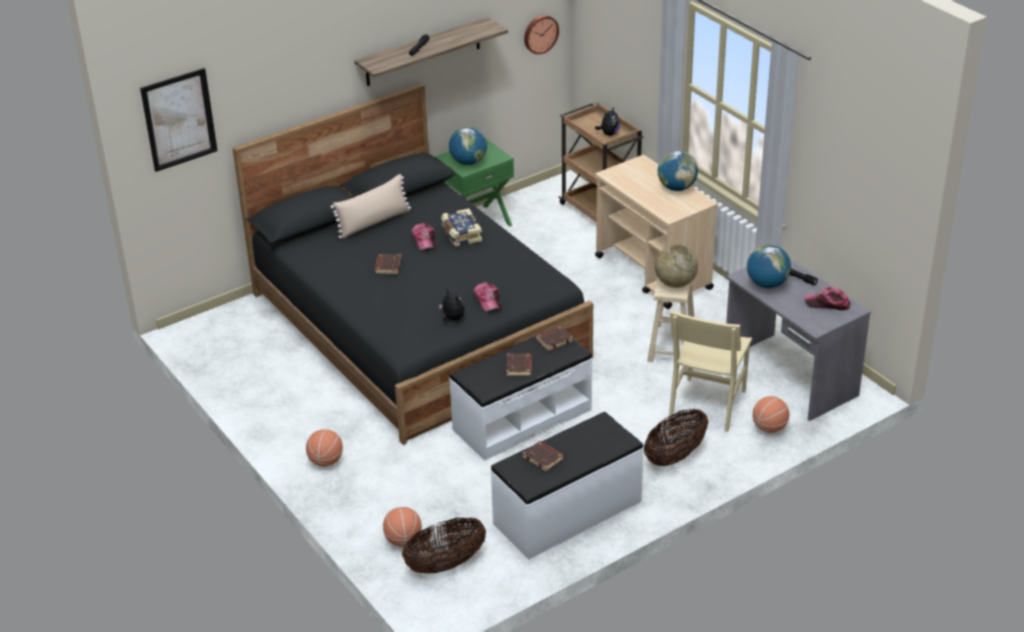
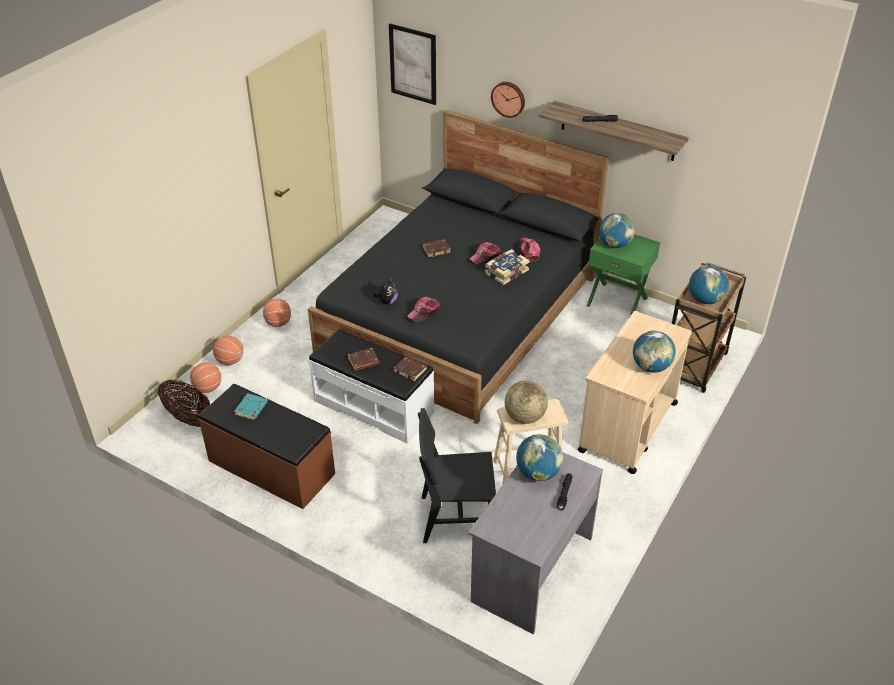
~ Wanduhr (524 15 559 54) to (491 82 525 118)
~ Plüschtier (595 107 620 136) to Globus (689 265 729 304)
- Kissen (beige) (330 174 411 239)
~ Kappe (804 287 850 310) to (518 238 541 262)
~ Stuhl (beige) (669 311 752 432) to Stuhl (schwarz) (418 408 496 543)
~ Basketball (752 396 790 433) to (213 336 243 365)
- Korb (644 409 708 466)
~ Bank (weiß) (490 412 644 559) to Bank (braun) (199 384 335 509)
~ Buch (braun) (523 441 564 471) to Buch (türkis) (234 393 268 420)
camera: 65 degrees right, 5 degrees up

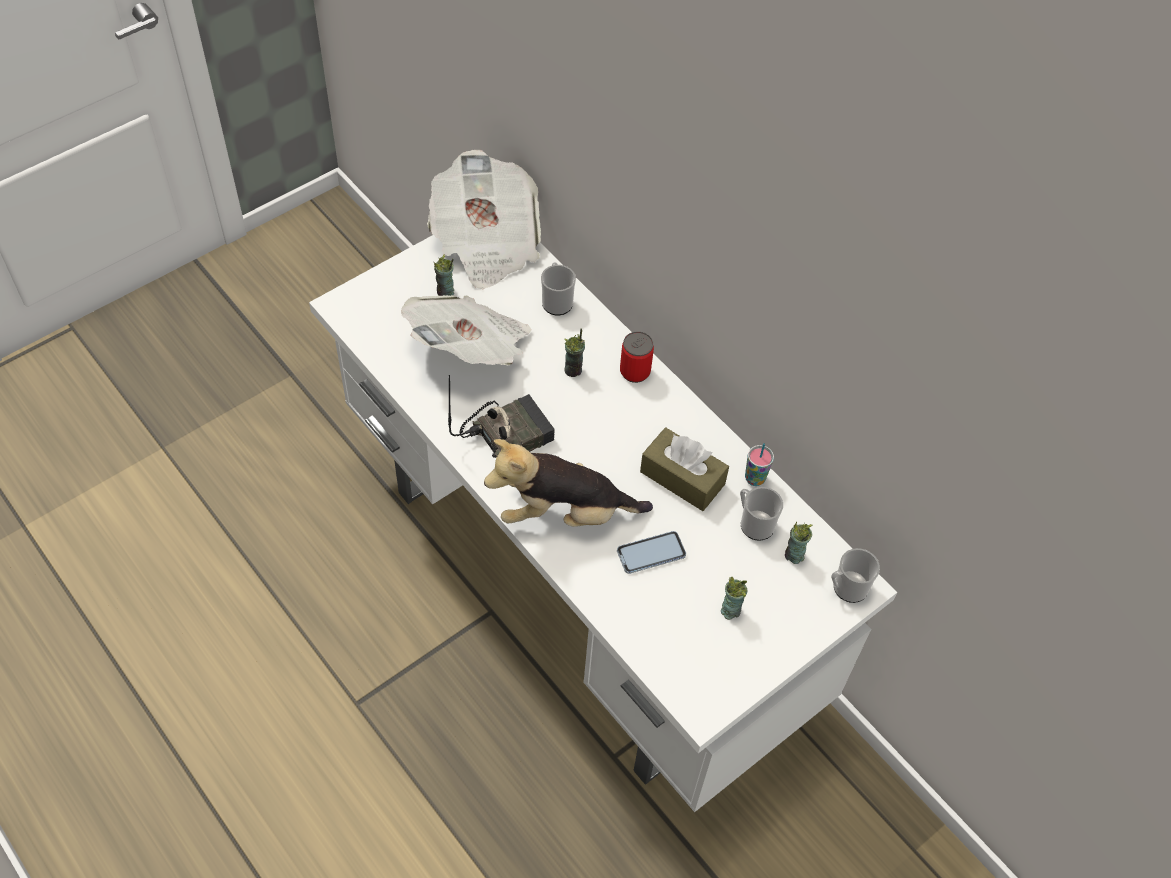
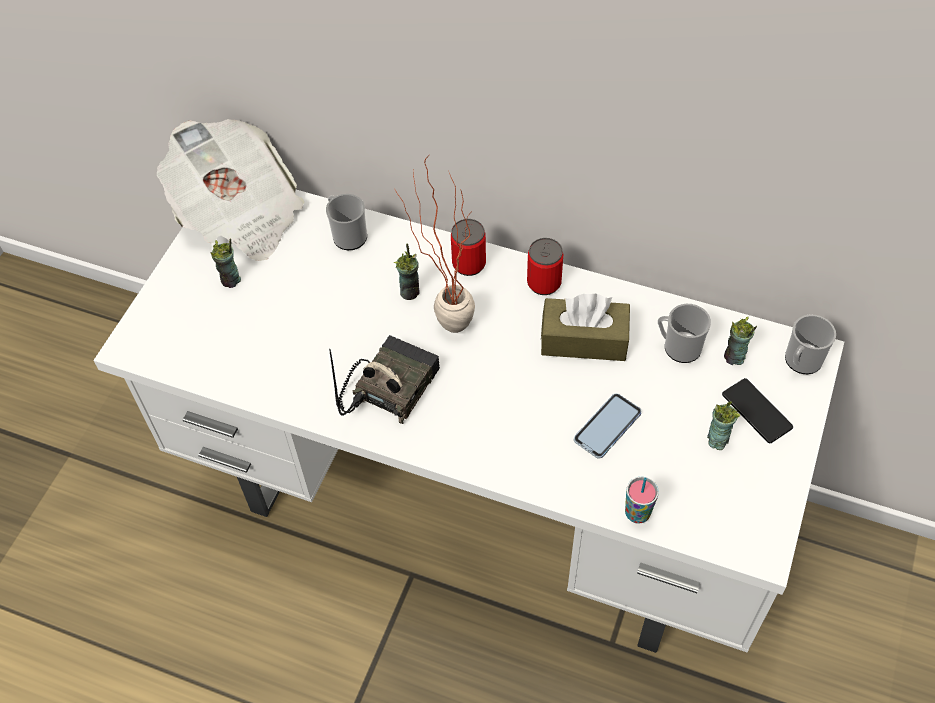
- Zeitung (401 295 531 366)
- Plüschtier (484 439 653 527)
~ Tasse (745 443 774 486) to (625 476 659 524)
+ Topfpflanze (395 155 475 333)
+ Dose (527 238 563 295)
+ Handy (722 378 793 443)
camera: 25 degrees left, 0 degrees up

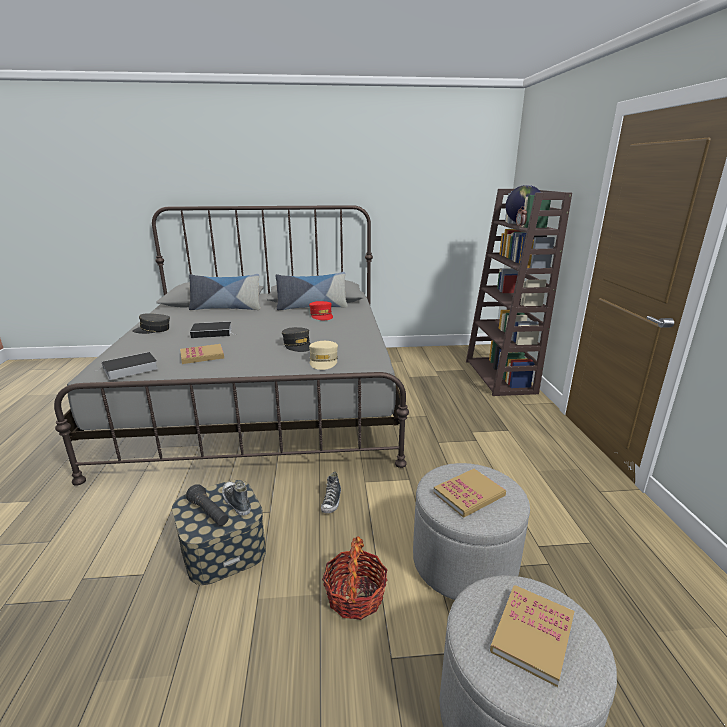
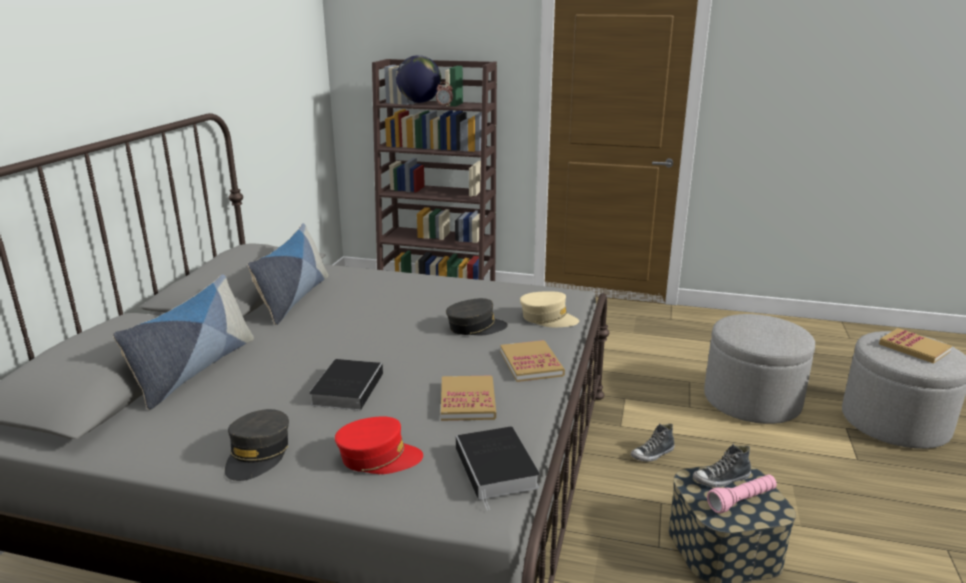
~ Kappe (rot) (309 301 333 320) to (335 417 423 474)
~ Buch (433 469 506 518) to (500 340 565 382)
~ Schuh (321 472 341 513) = (631 424 675 462) 120 degrees clockwise
~ Taschenlampe (schwarz) (186 484 229 526) to Taschenlampe (rosa) (707 474 777 513)
- Korb (322 537 387 620)
camera: 70 degrees left, 0 degrees up

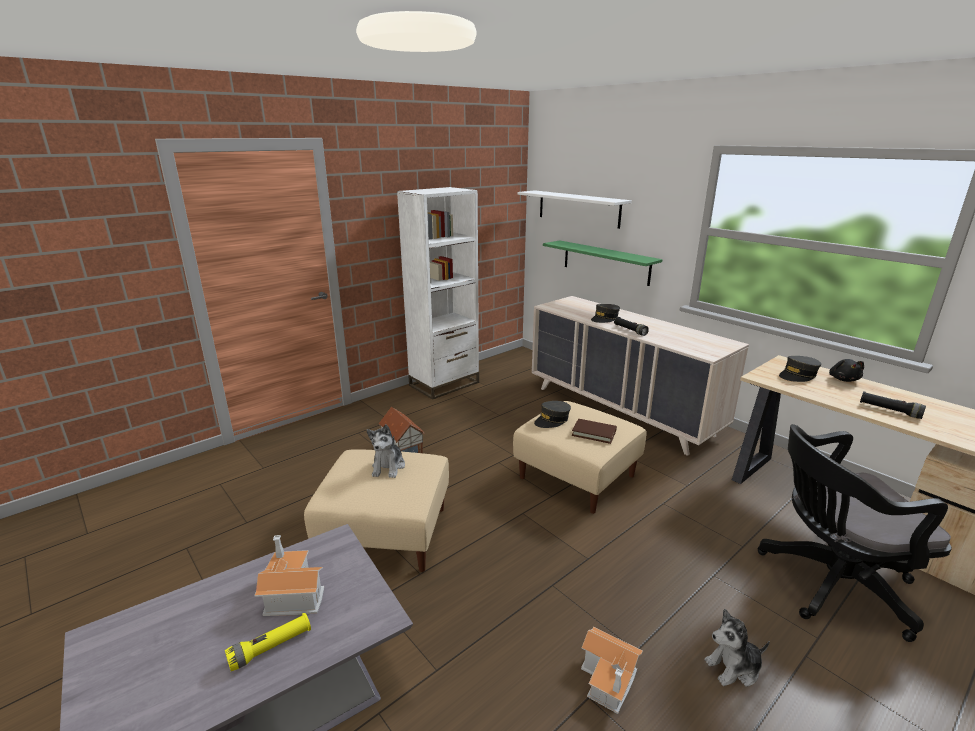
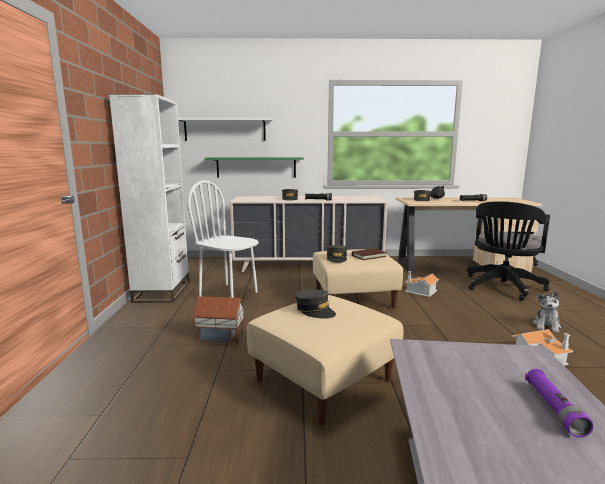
~ Plüschtier (367 424 405 478) to Kappe (grau) (295 289 336 319)
~ Spielzeughaus (254 535 324 616) to (404 271 439 297)
~ Taschenlampe (gelb) (225 613 311 671) to Taschenlampe (lila) (525 369 593 438)
+ Stuhl (weiß) (187 180 259 298)
camera: 50 degrees left, 10 degrees down

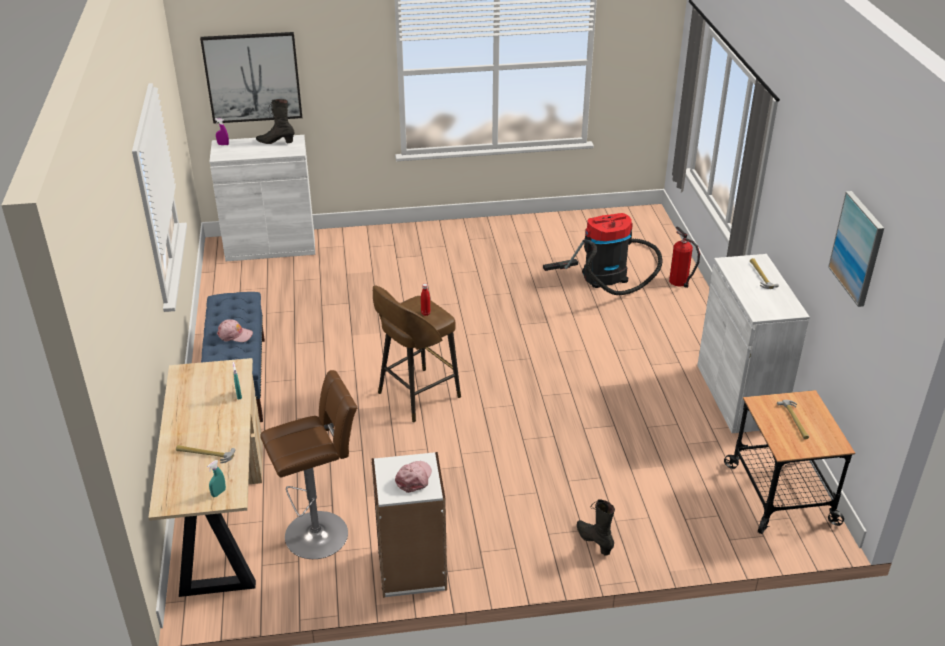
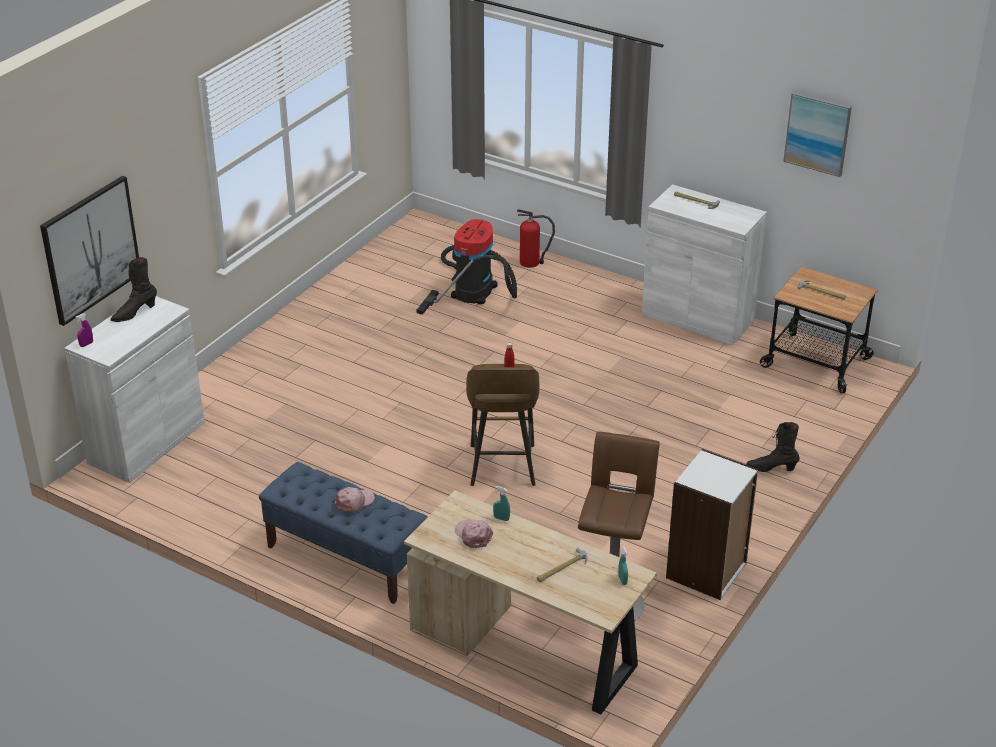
~ Kappe (rosa) (395 461 432 493) to (455 520 493 548)
camera: 50 degrees left, 0 degrees up

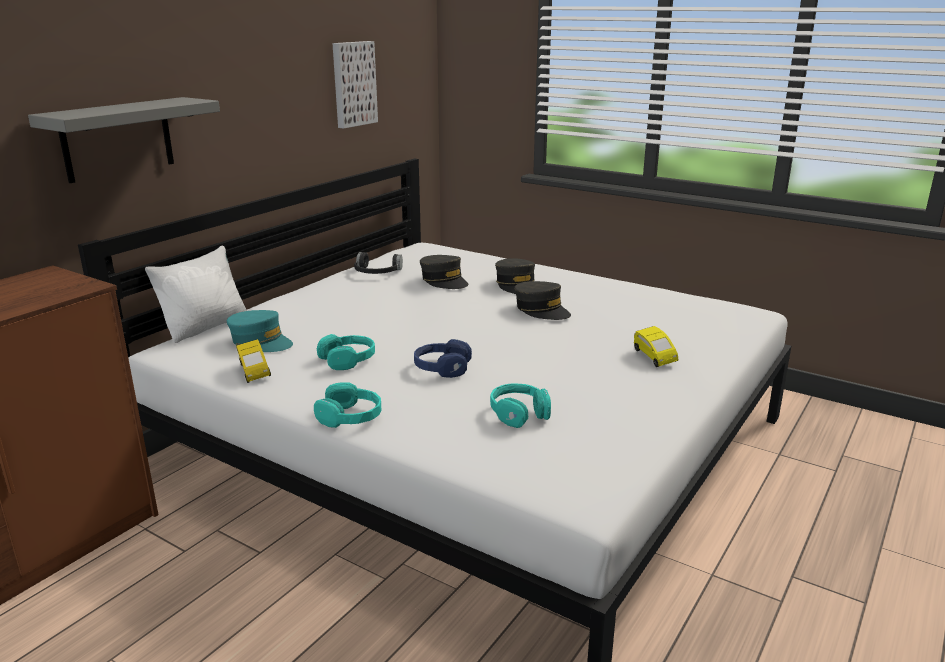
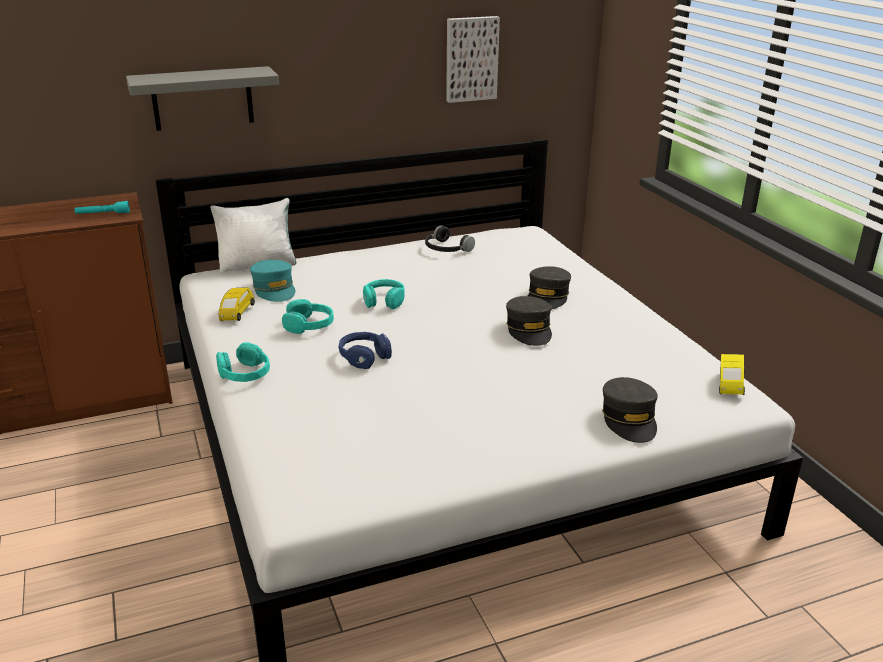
~ Kappe (grau) (420 255 468 289) to (602 377 658 443)
~ Spielzeugauto (gelb) (634 326 678 367) to (719 354 745 395)
~ Kopfhörer (türkis) (490 383 551 428) to (363 279 405 309)
+ Taschenlampe (türkis) (75 201 130 214)
camera: 35 degrees right, 5 degrees up

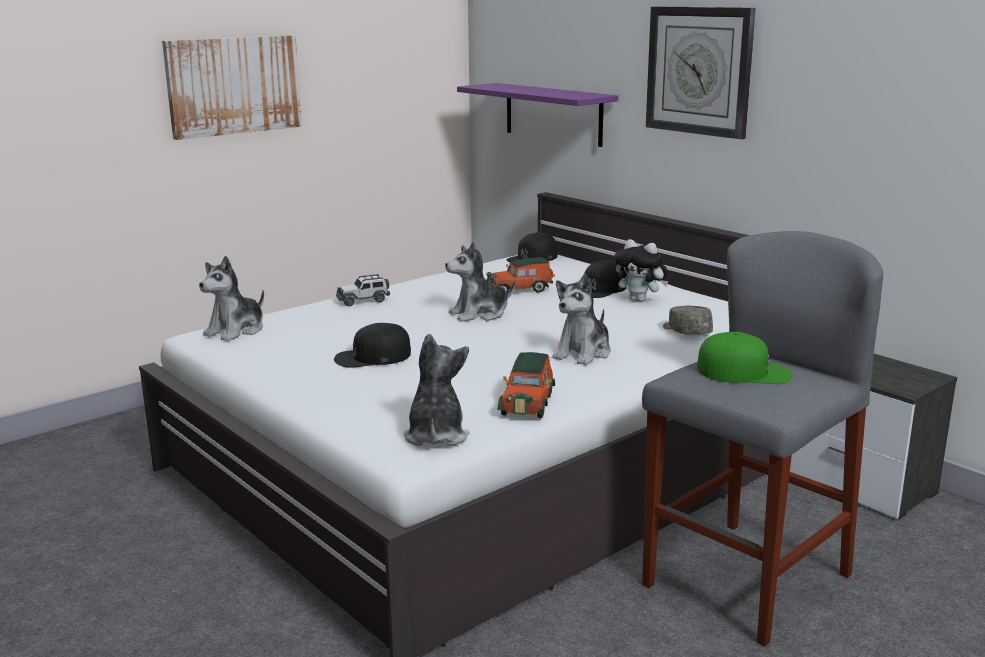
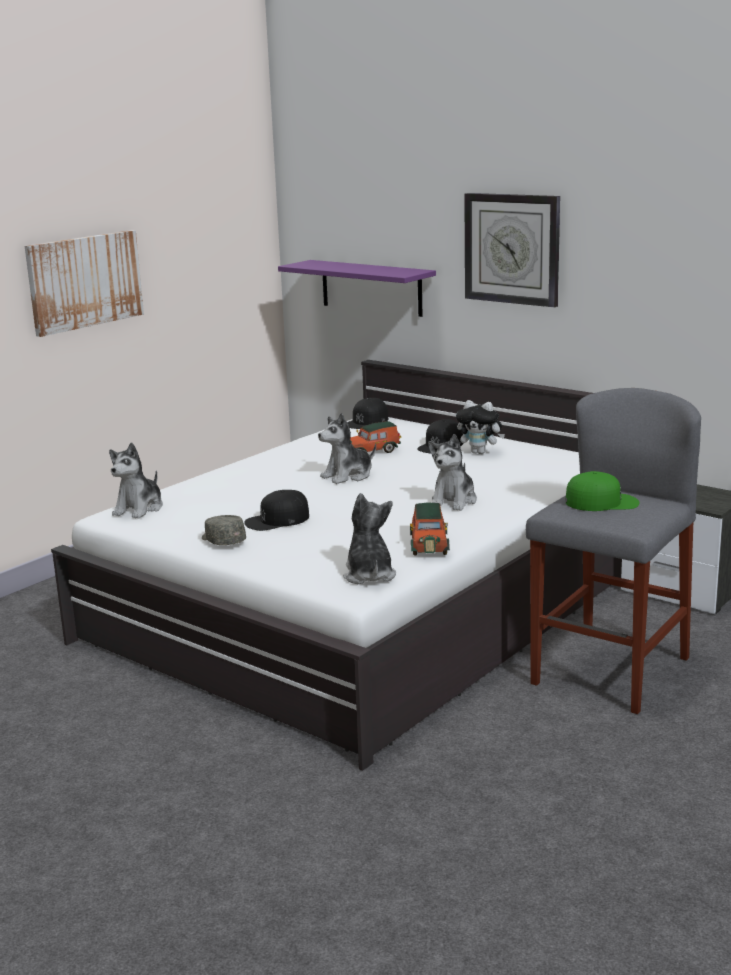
- Spielzeugauto (336 274 390 307)
~ Kappe (grau) (663 306 713 335) to (202 515 246 545)
camera: 10 degrees left, 0 degrees up

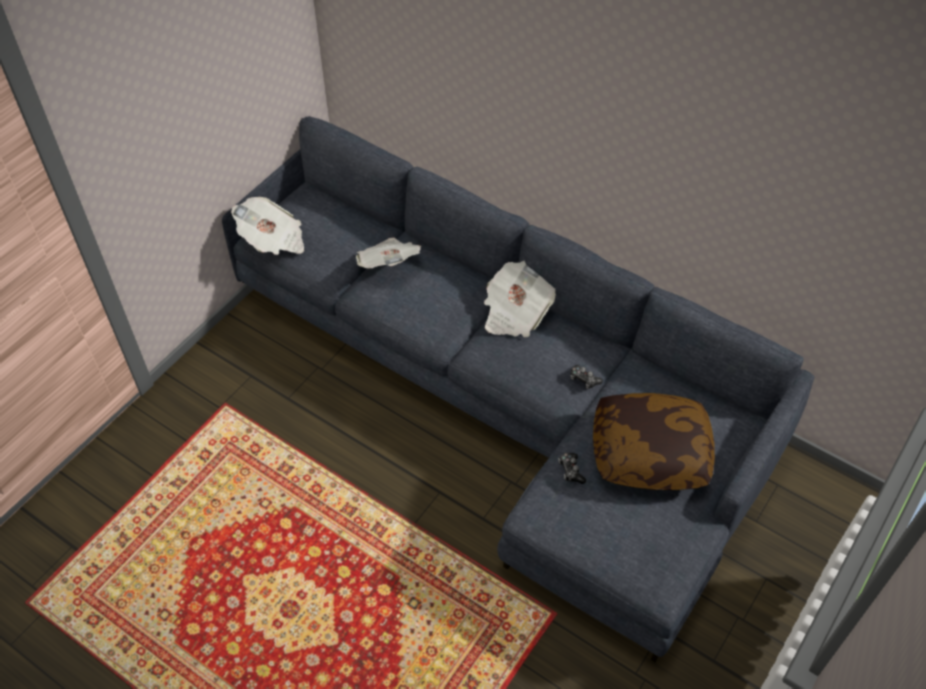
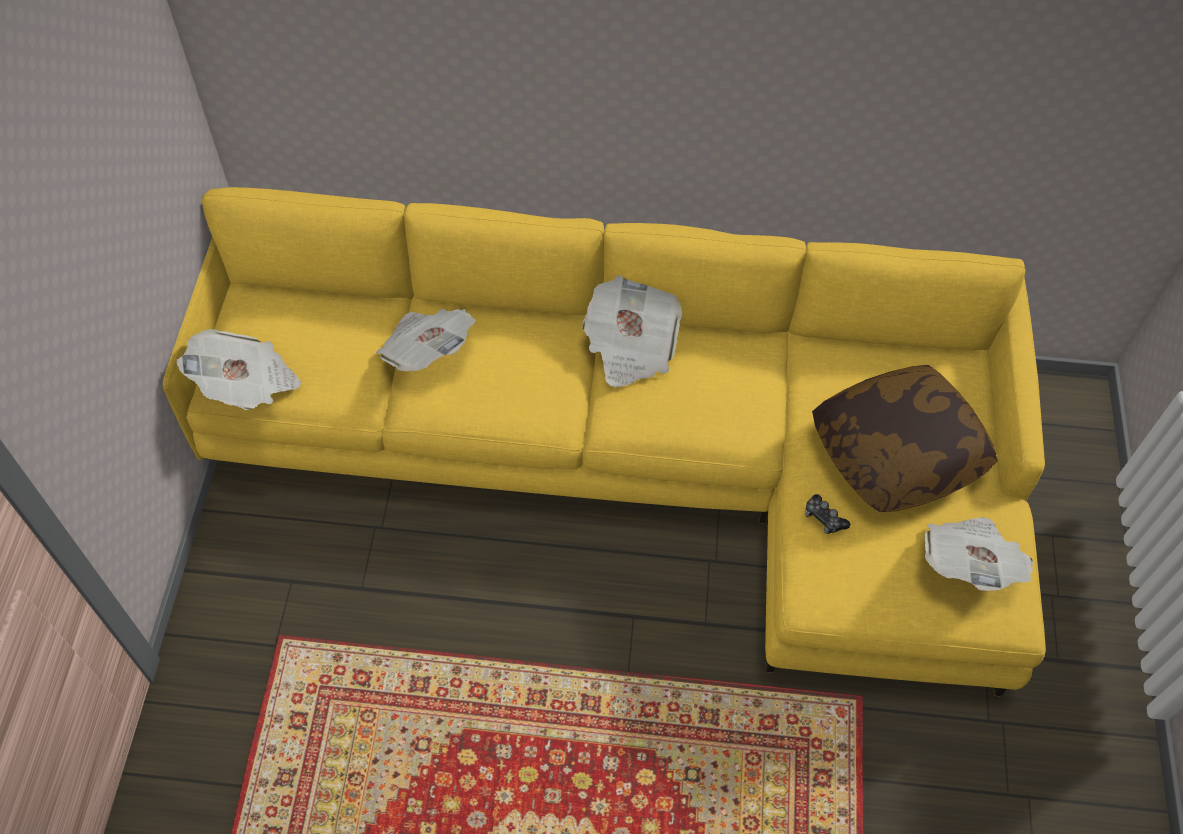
~ Sofa (grau) (222 116 814 662) to Sofa (gelb) (163 187 1046 696)
- Gamepad (571 365 603 389)
+ Zeitung (924 517 1034 591)
camera: 30 degrees left, 5 degrees up

